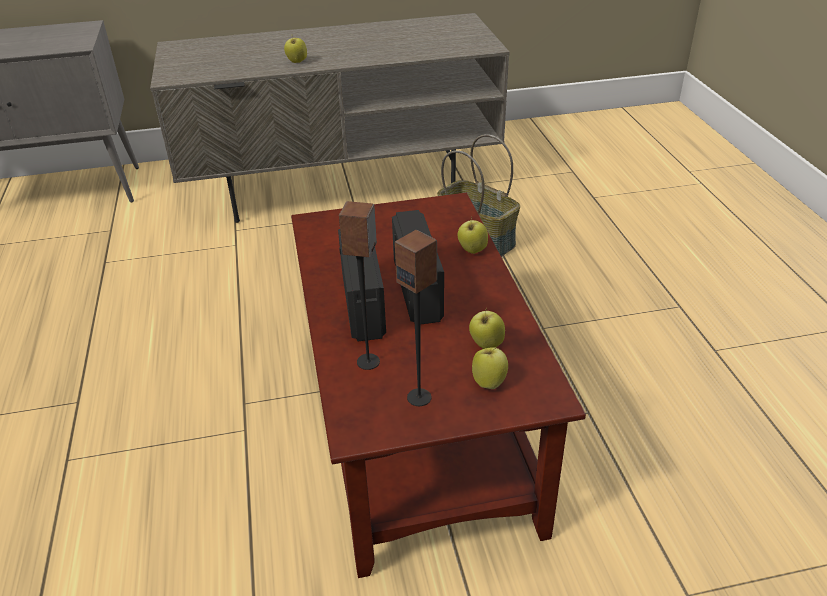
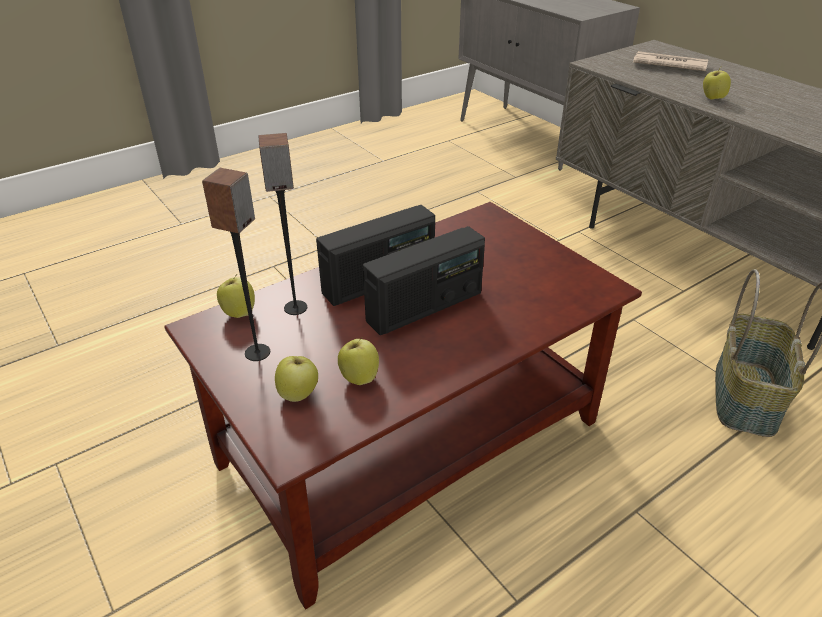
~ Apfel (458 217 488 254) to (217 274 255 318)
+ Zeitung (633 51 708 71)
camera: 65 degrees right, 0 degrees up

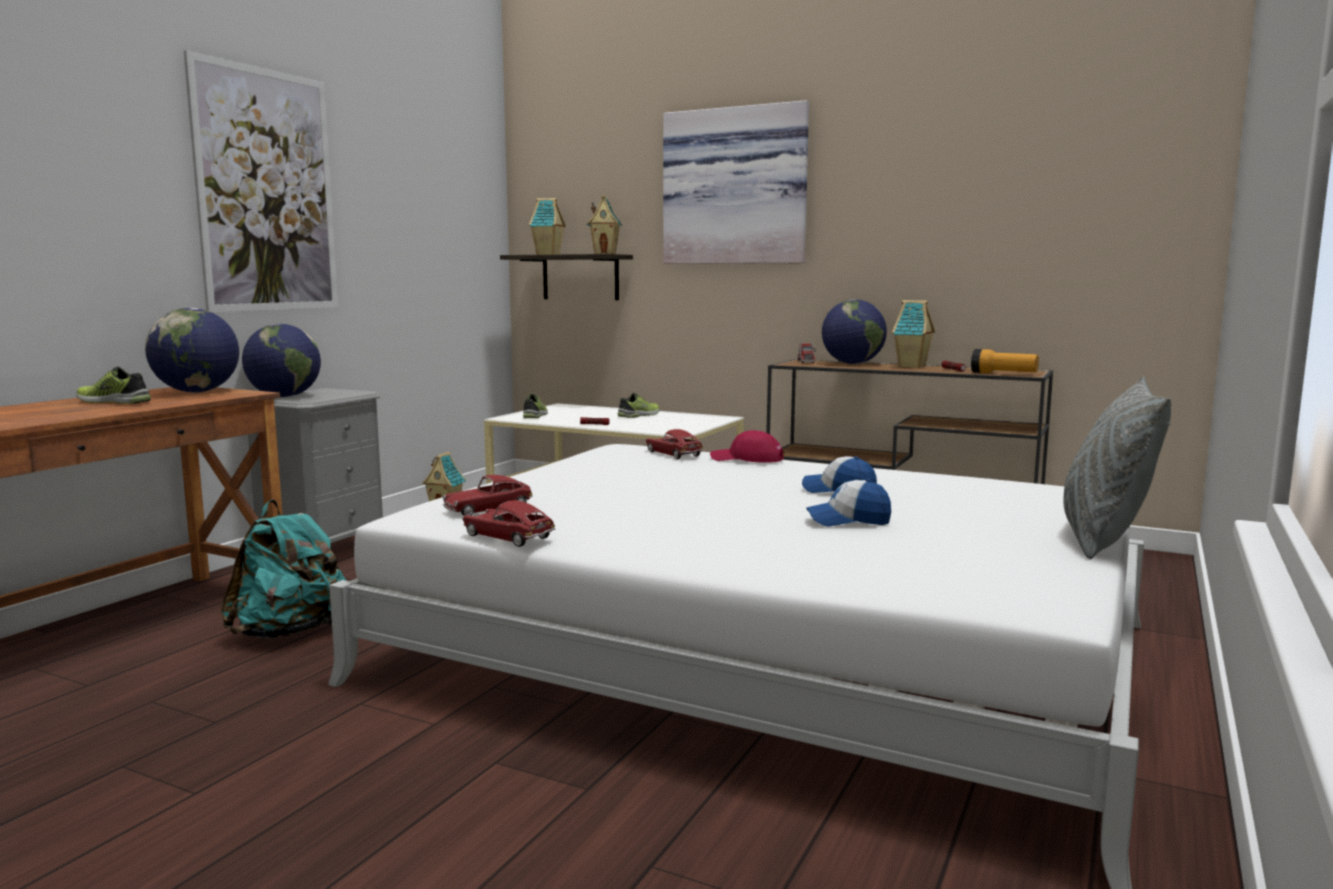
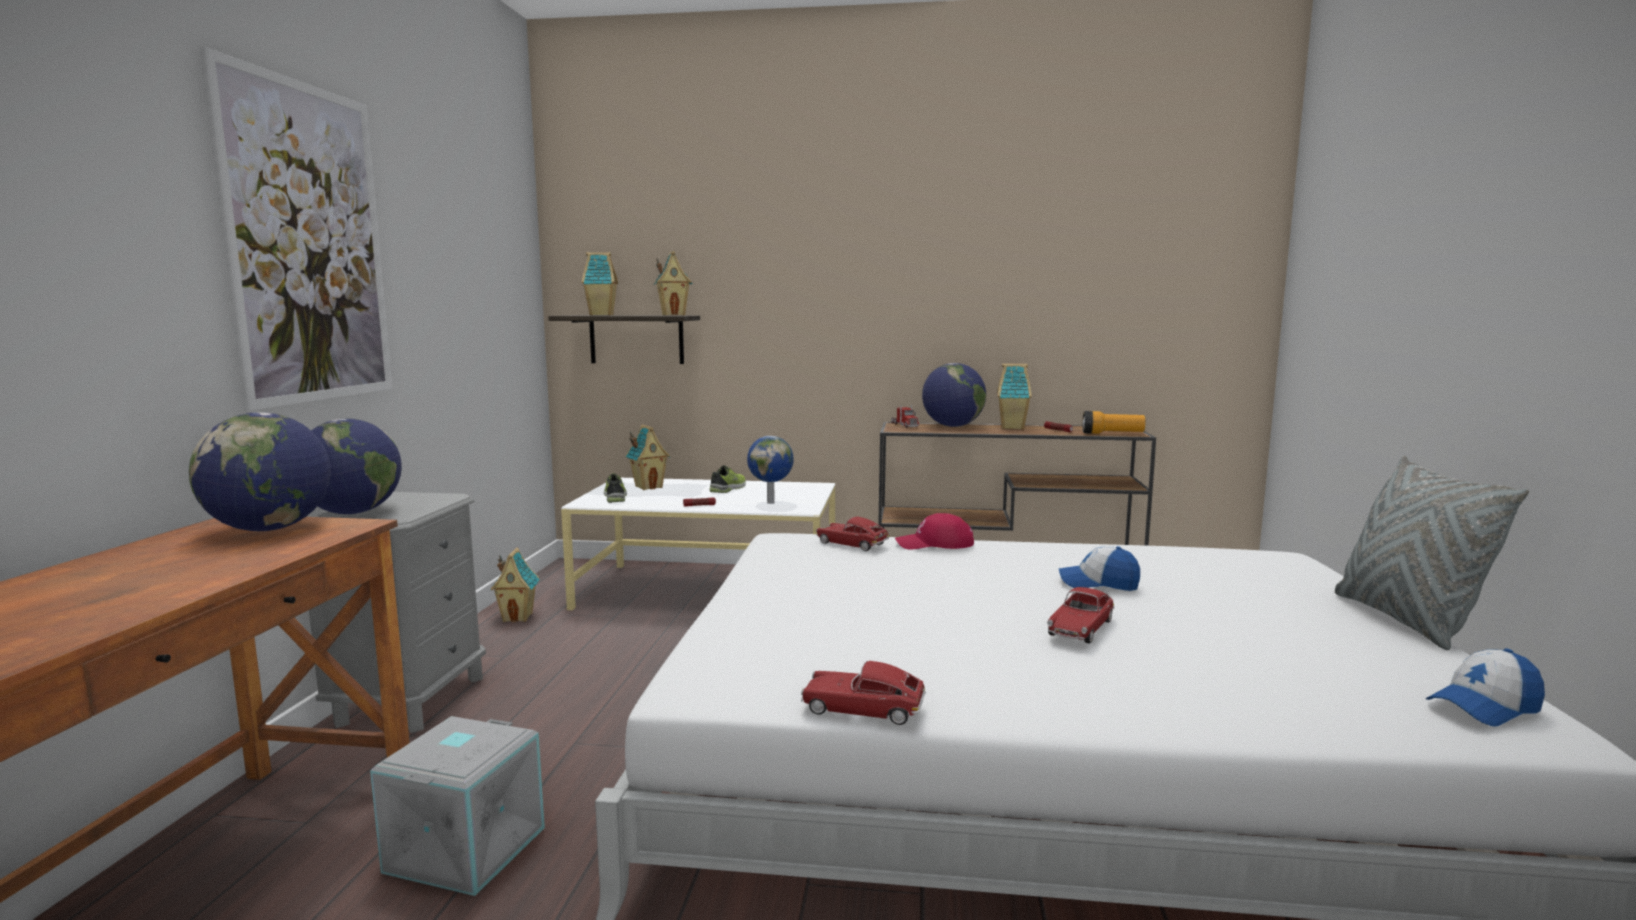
- Bild (663 100 809 264)
- Schuh (76 367 151 404)
~ Spielzeugauto (443 475 533 516) to (1047 587 1114 644)
~ Kappe (806 479 891 527) to (1426 649 1545 726)
~ Rucksack (türkis) (220 500 347 639) to Aufbewahrungsbox (grau) (370 716 545 896)
+ Spielzeughaus (626 424 670 490)
+ Globus (747 436 794 504)
camera: 20 degrees left, 0 degrees up

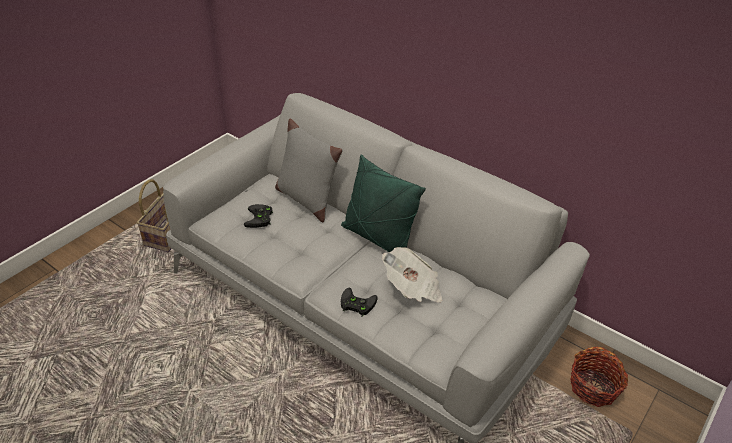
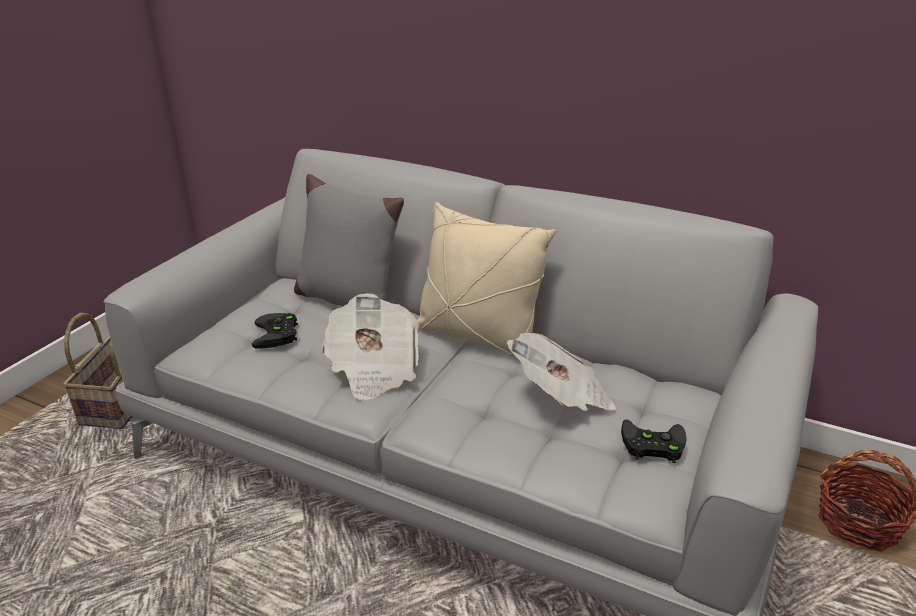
~ Kissen (grün) (341 154 426 252) to Kissen (beige) (417 202 556 356)
~ Gamepad (schwarz) (341 288 377 317) to (621 420 687 463)
+ Zeitung (322 293 419 401)
camera: 10 degrees left, 10 degrees down

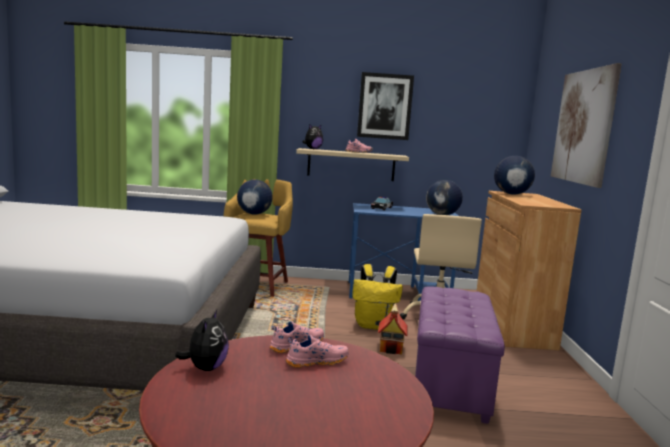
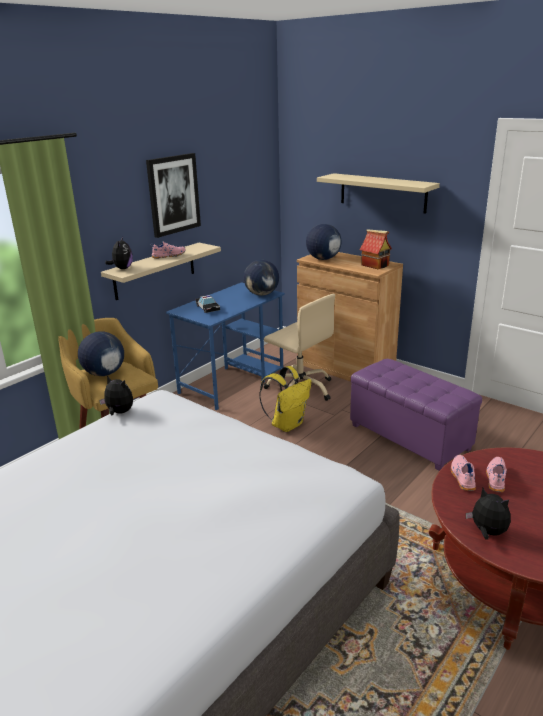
~ Bild (551 63 622 188) to Wandregal (beige) (317 173 440 214)
~ Spielzeughaus (378 303 408 355) to (360 229 392 269)
+ Plüschtier (99 376 133 415)
camera: 50 degrees left, 15 degrees up

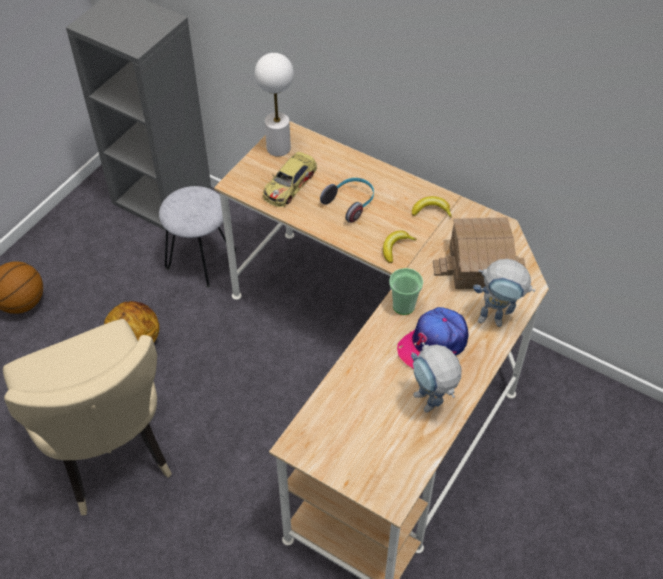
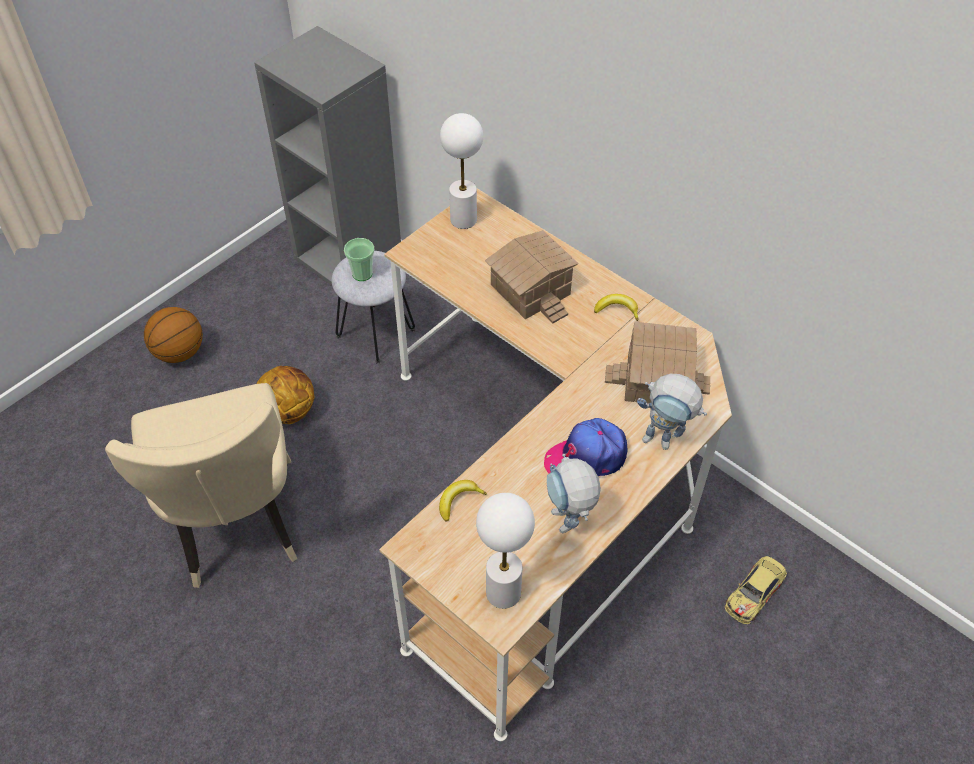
~ Spielzeugauto (263 152 317 207) to (725 556 787 624)
~ Kopfhörer (320 178 374 223) to Spielzeughaus (485 230 579 324)
~ Banane (383 230 417 263) to (439 480 487 522)
~ Tasse (389 268 423 315) to (344 238 374 281)
+ Tischlampe (weiß) (476 493 535 609)
camera: 10 degrees right, 0 degrees up

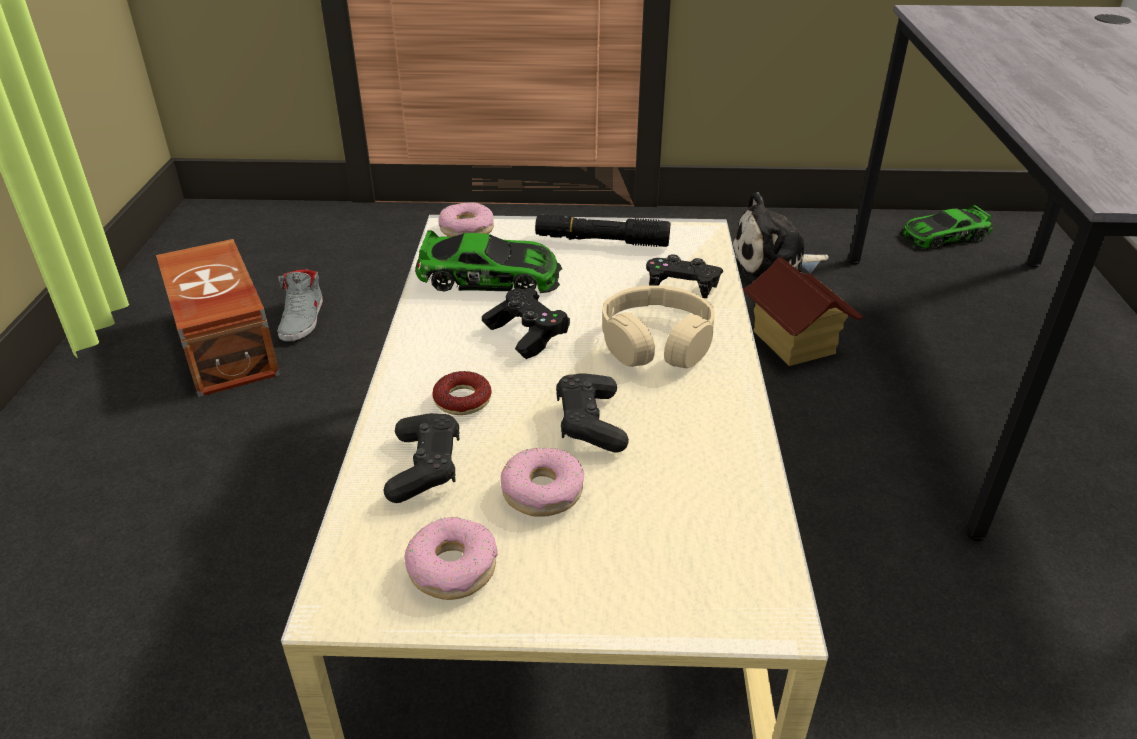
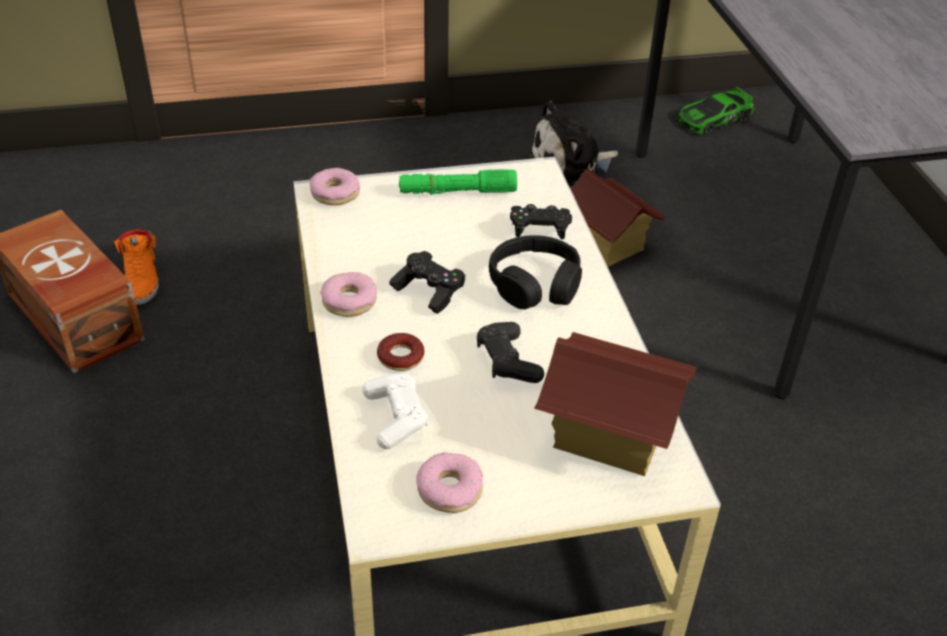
~ Taschenlampe (schwarz) (535 215 671 247) to Taschenlampe (grün) (399 169 517 195)
- Spielzeugauto (415 230 562 293)
~ Schuh (grau) (277 269 323 342) to Schuh (orange) (114 229 159 305)
~ Kopfhörer (beige) (602 285 714 368) to Kopfhörer (schwarz) (489 235 582 309)
~ Gamepad (schwarz) (383 413 459 503) to Gamepad (weiß) (362 373 428 449)
~ Donut (501 448 584 517) to (320 272 377 317)
+ Spielzeughaus (534 332 697 476)
camera: 15 degrees left, 5 degrees up

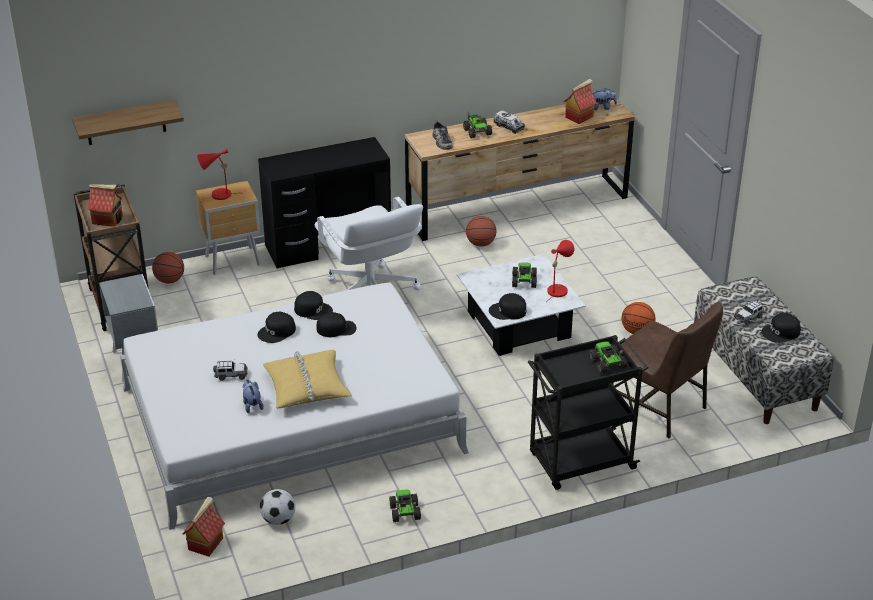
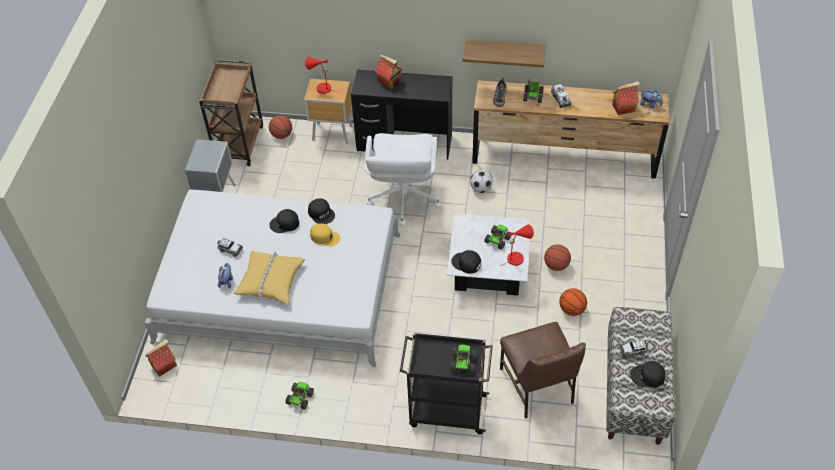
~ Wandregal (72 100 184 145) to (463 39 546 68)
~ Spielzeughaus (87 184 123 227) to (375 54 402 89)
~ Basketball (466 216 496 247) to (544 244 571 271)
~ Kappe (schwarz) (316 312 357 337) to Kappe (gelb) (310 224 340 246)
~ Fußball (260 489 295 525) to (470 170 493 193)
camera: 30 degrees right, 15 degrees up

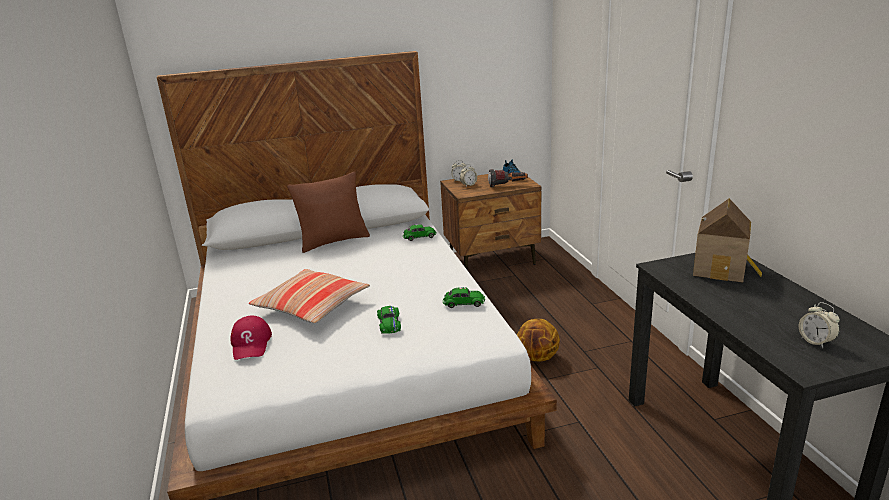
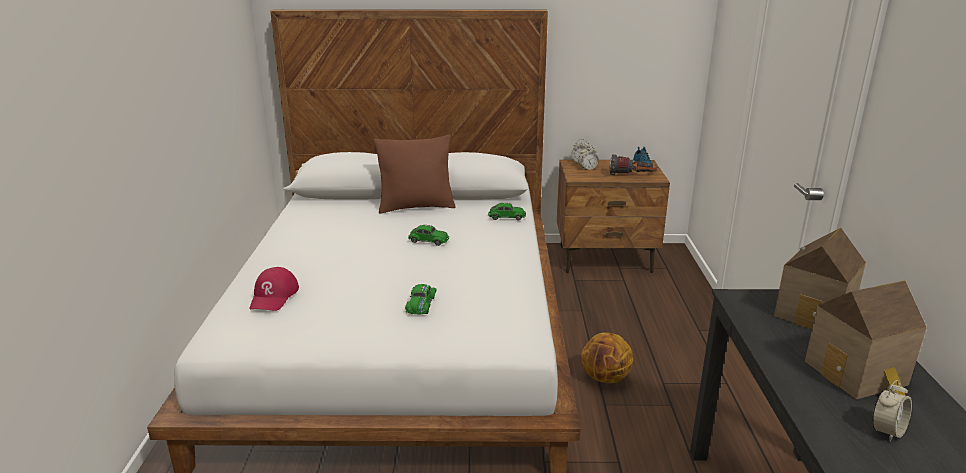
- Kissen (249 269 370 323)
~ Spielzeugauto (grün) (443 287 485 308) to (408 225 449 246)
~ Wecker (799 302 840 348) = (872 380 912 442) 120 degrees counterclockwise
+ Spielzeughaus (805 280 927 399)
camera: 15 degrees right, 0 degrees up

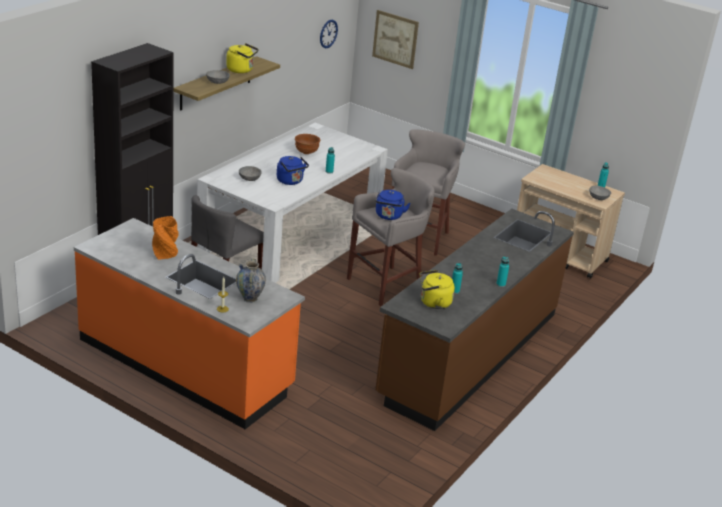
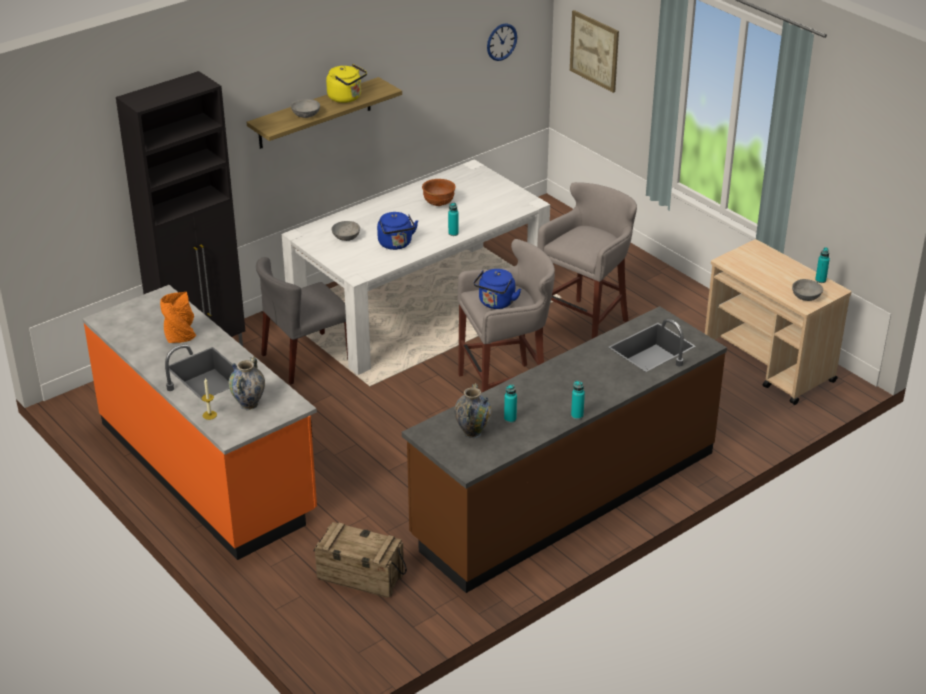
~ Wasserkessel (gelb) (420 270 455 309) to Vase (454 383 492 439)
+ Kiste (313 522 407 598)
camera: 20 degrees right, 5 degrees up

